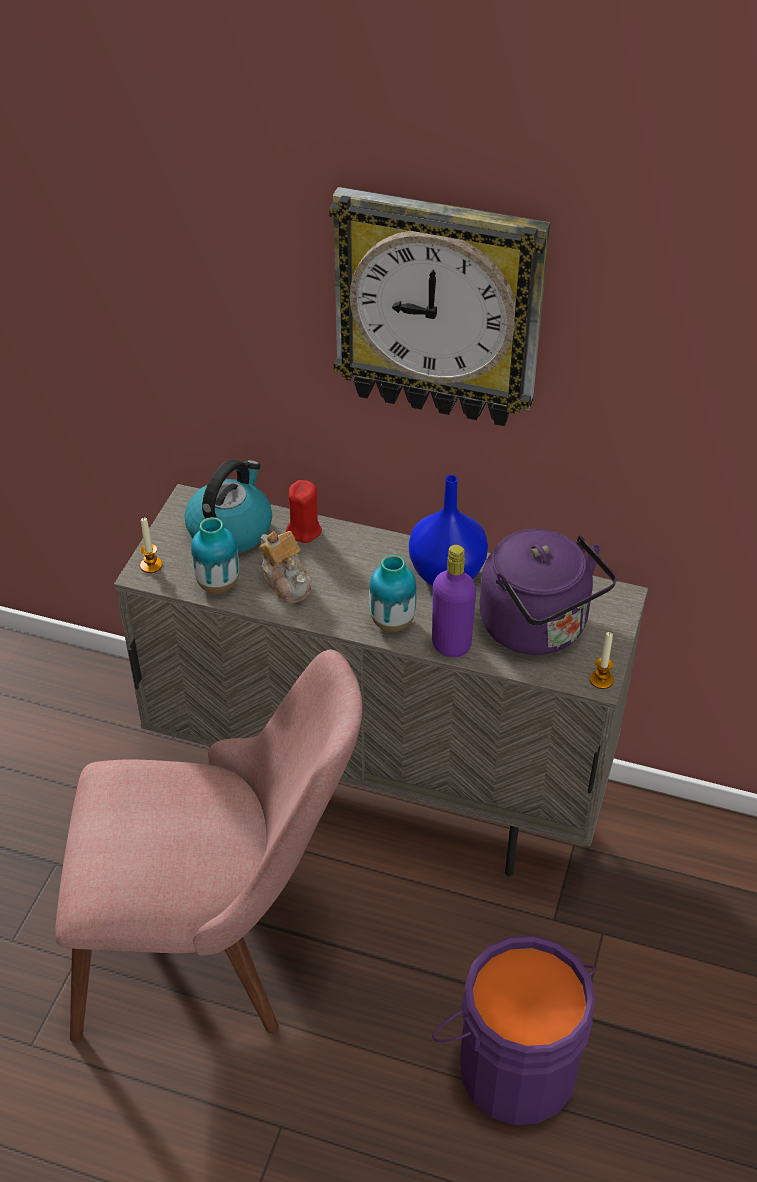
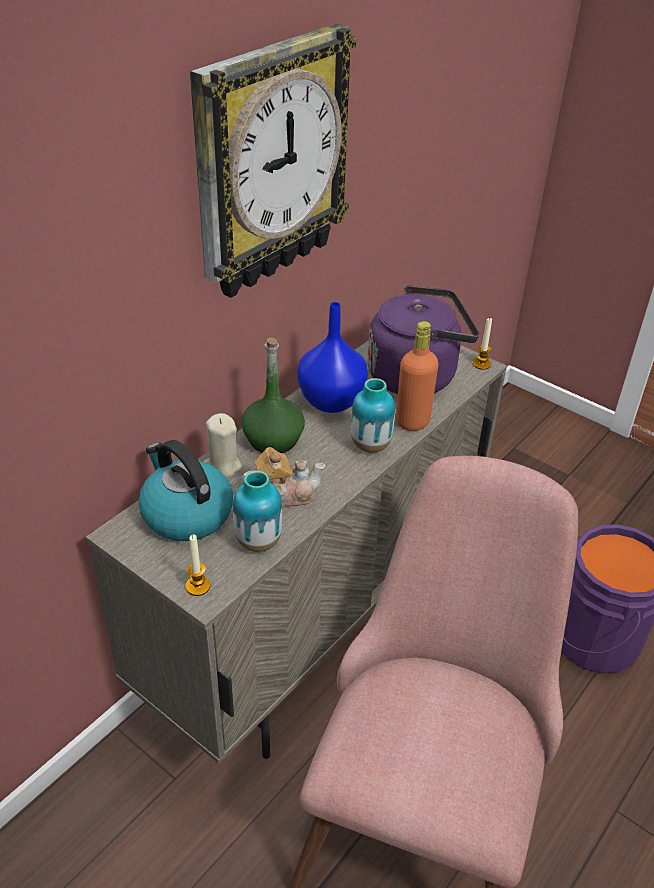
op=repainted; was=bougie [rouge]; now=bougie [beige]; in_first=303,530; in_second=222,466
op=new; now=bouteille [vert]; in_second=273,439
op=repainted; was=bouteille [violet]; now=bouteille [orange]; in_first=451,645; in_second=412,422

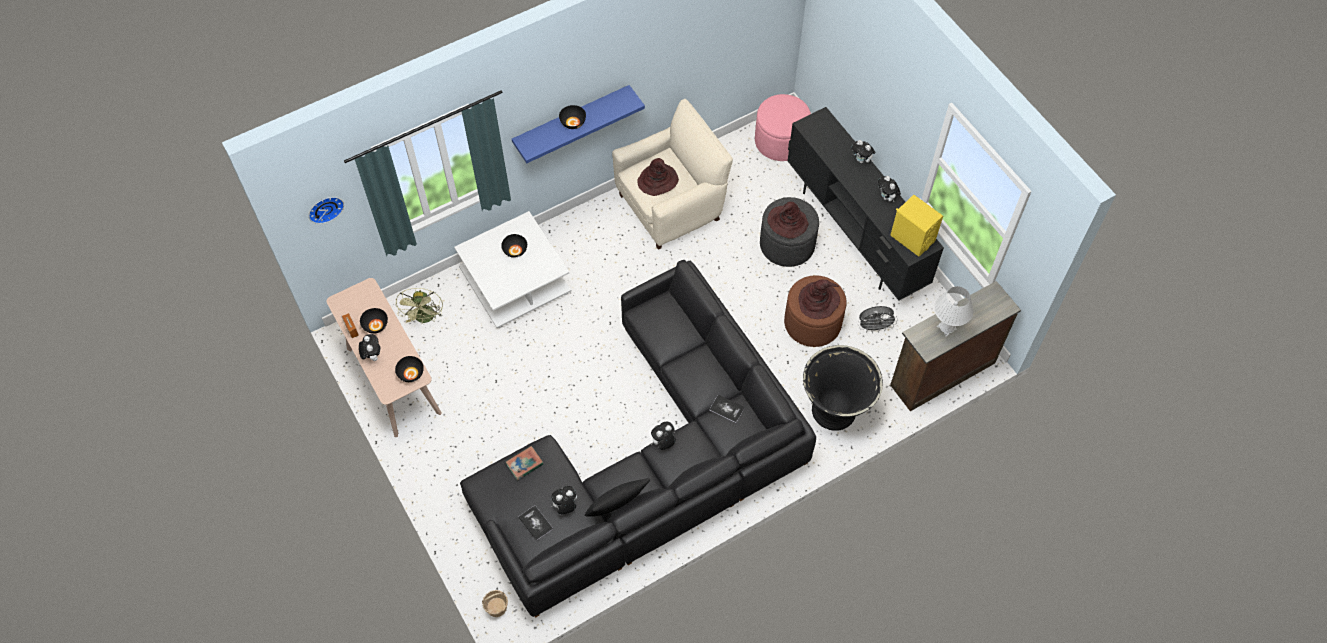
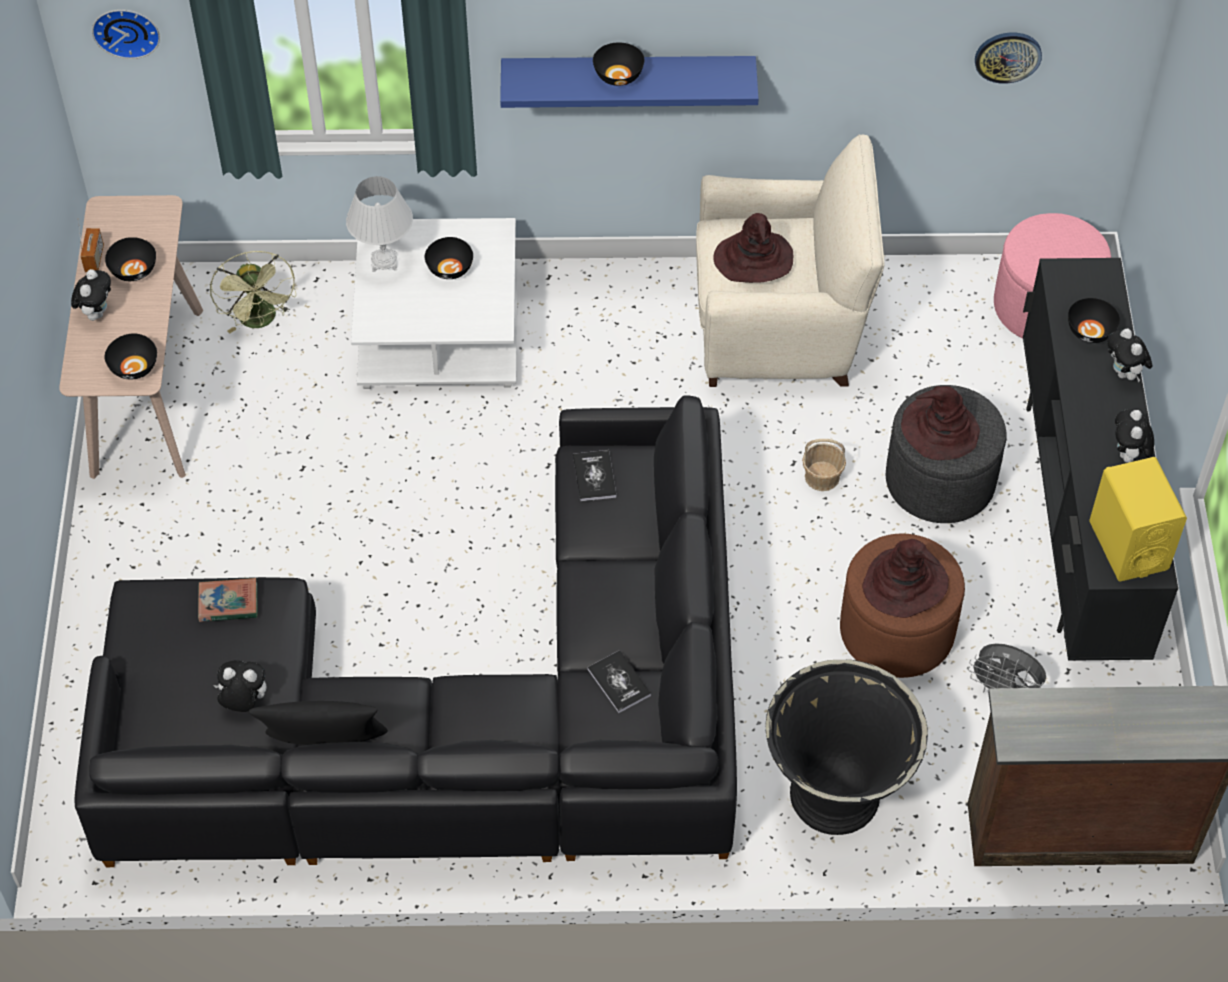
op=rotated; was=ventilateur [vert]; in_first=425,318; in_second=261,321; clockwise=-45
op=shifted; was=lampe de table [blanc]; in_first=946,327; in_second=384,261
op=shifted; was=livre; in_first=535,523; in_second=594,476
op=shifted; was=panier; in_first=497,607; in_second=822,477
op=new; now=horloge murale; in_second=1008,56
op=new; now=bol [noir]; in_second=1089,331
op=gone; was=peluche; in_first=663,443

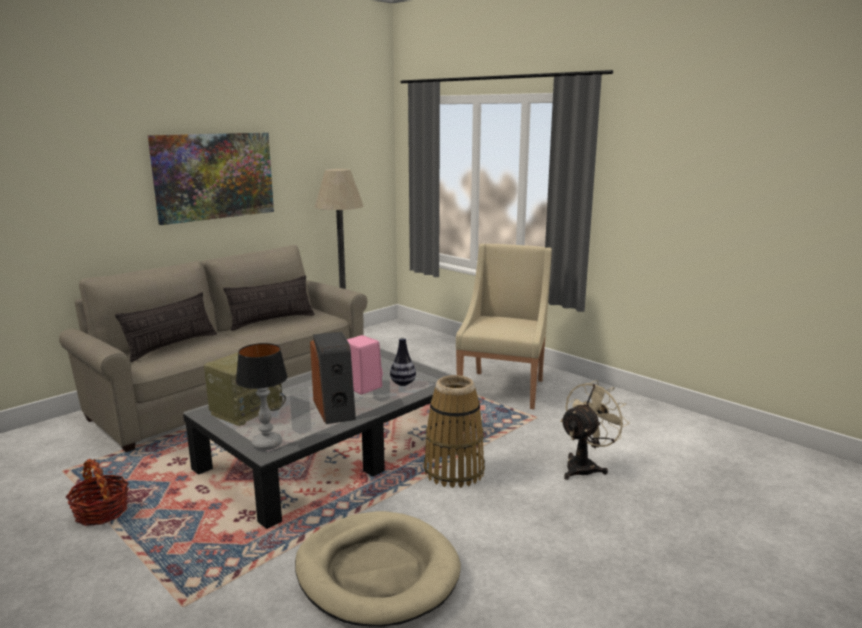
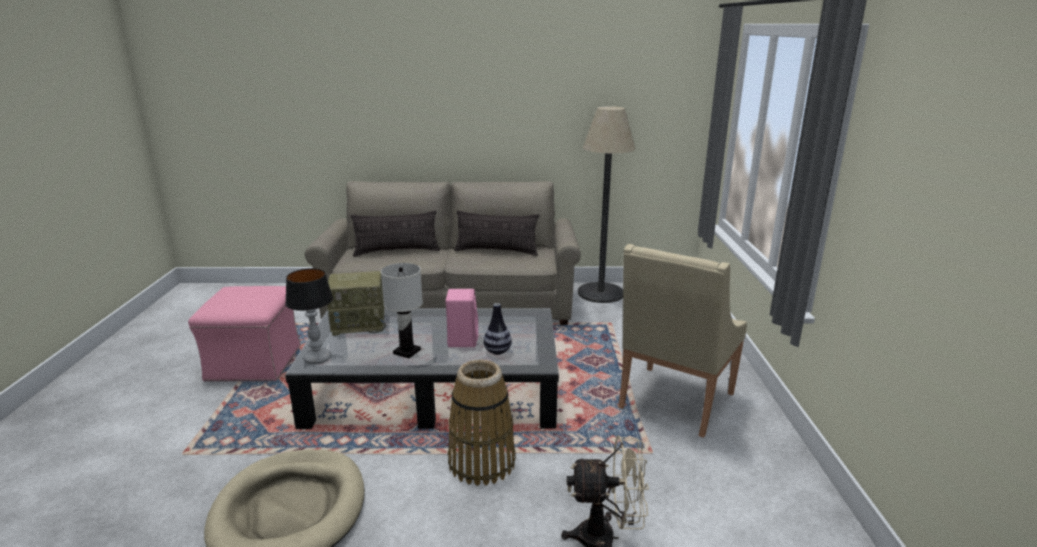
op=swapped; was=panier; now=pouf [rose]; in_first=101,512; in_second=255,362
op=swapped; was=enceinte; now=lampe de table [blanc]; in_first=335,409; in_second=407,351
op=rotated; was=fauteuil [beige]; in_first=503,388; in_second=673,402; clockwise=150
op=gone; was=tableau; in_first=214,176

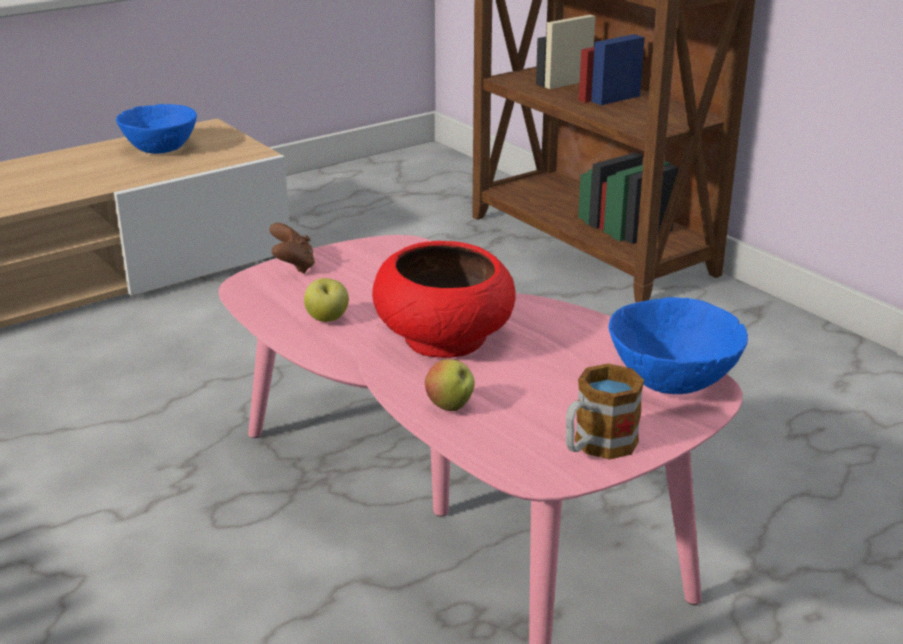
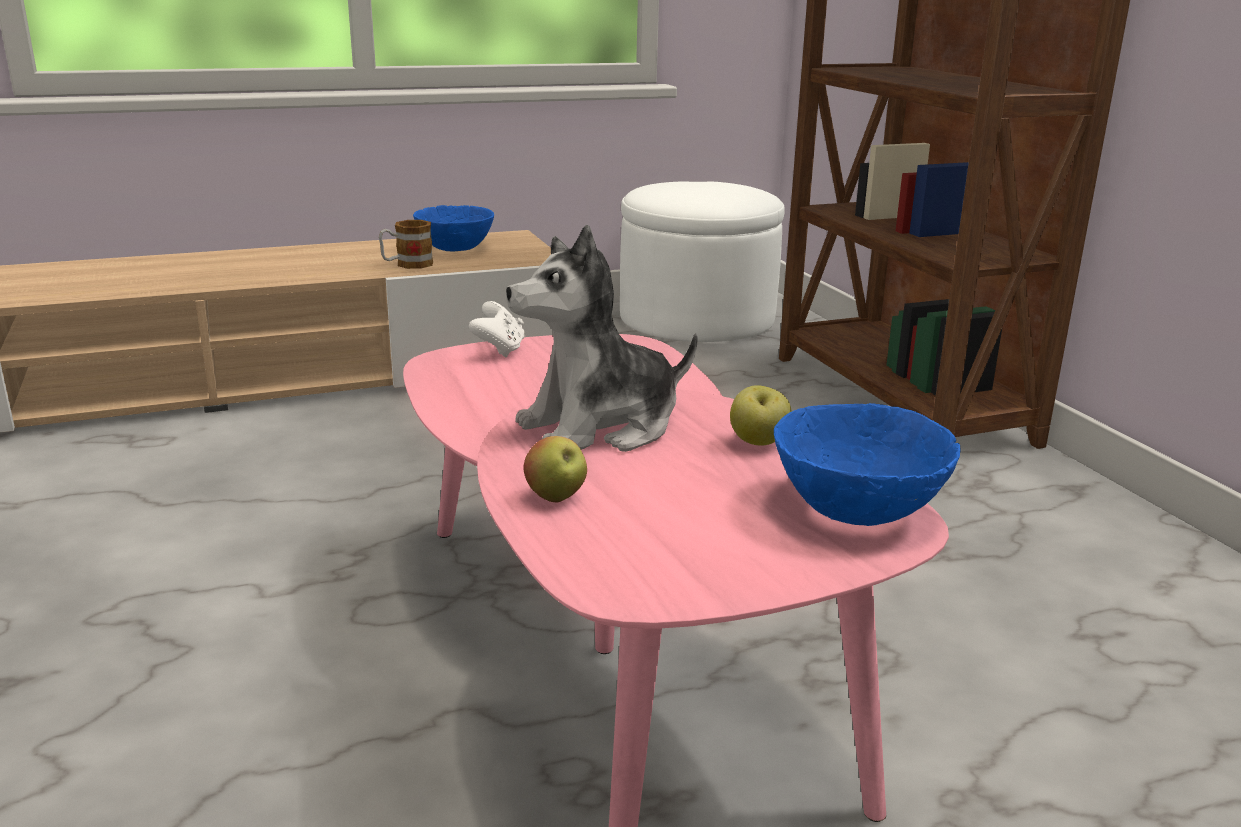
op=shifted; was=mug; in_first=597,446; in_second=407,264
op=repainted; was=manette [marron]; now=manette [blanc]; in_first=293,266; in_second=499,350
op=swapped; was=bol [rouge]; now=peluche; in_first=445,338; in_second=600,428
op=new; now=pouf [blanc]; in_second=697,318
op=shifted; was=pomme; in_first=327,320; in_second=758,443

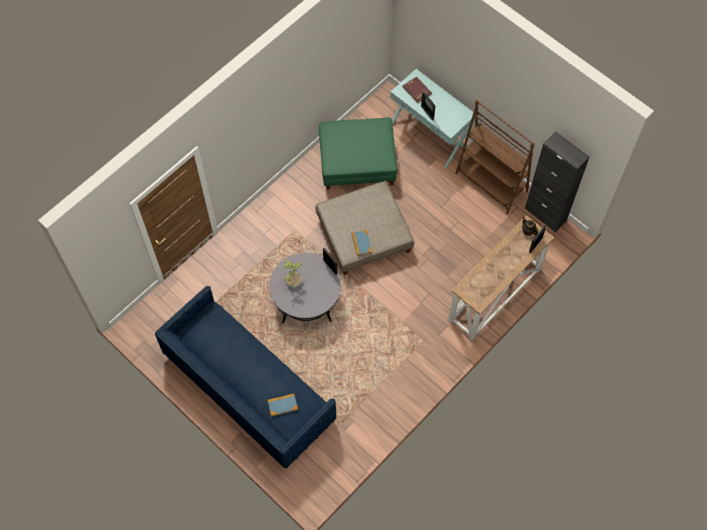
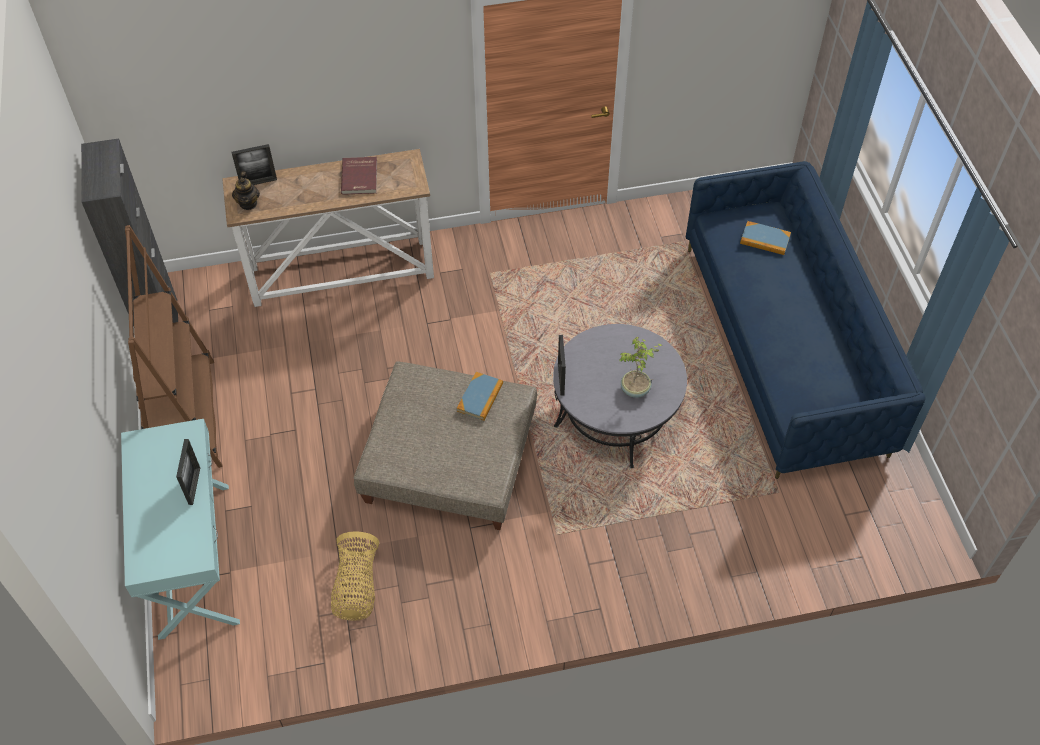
op=swapped; was=pouf [vert]; now=panier; in_first=357,162; in_second=356,587
op=shifted; was=livre [rouge]; in_first=416,90; in_second=360,177

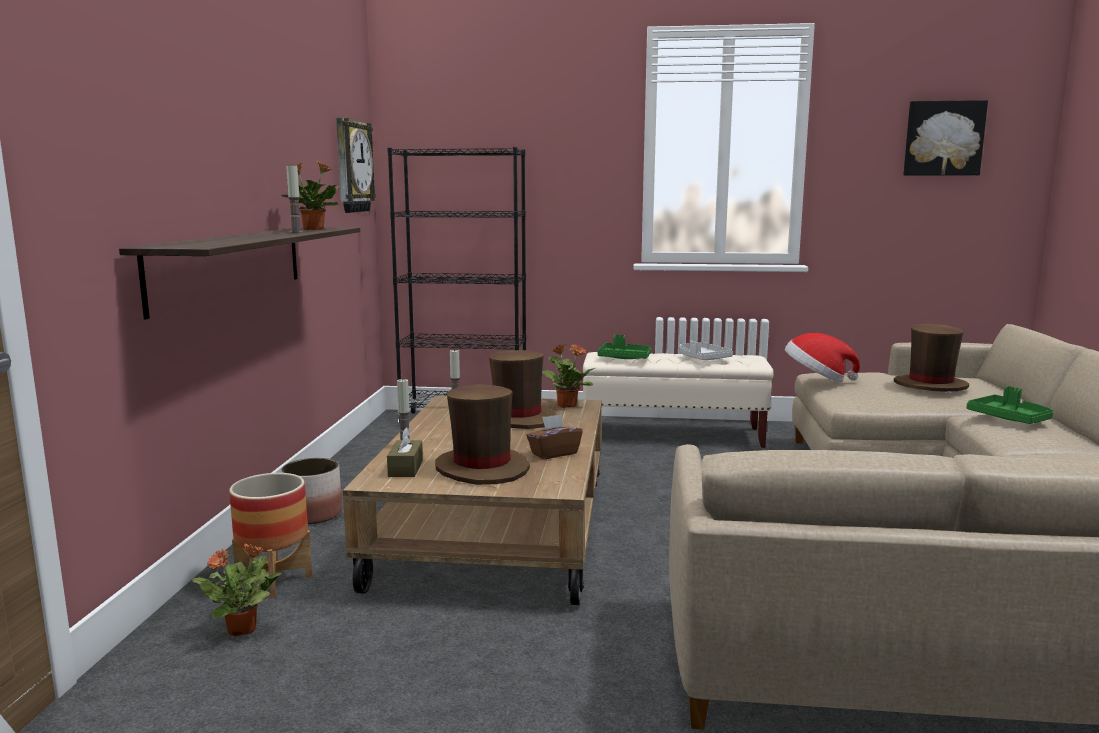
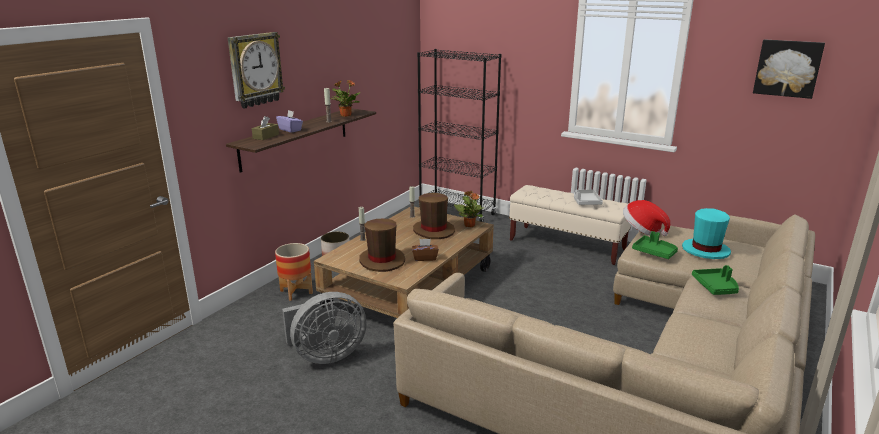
op=shifted; was=horloge murale; in_first=352,167; in_second=255,69
op=shifted; was=boîte à mouchoirs [marron]; in_first=405,468; in_second=266,136
op=new; now=boîte à mouchoirs [violet]; in_second=290,130
op=new; now=ventilateur [gris]; in_second=326,355
op=shifted; was=plateau [vert]; in_first=624,358; in_second=654,252
op=repainted; was=chapeau [marron]; now=chapeau [turquoise]; in_first=929,386; in_second=705,250
op=gone; was=plante en pot; in_first=243,629

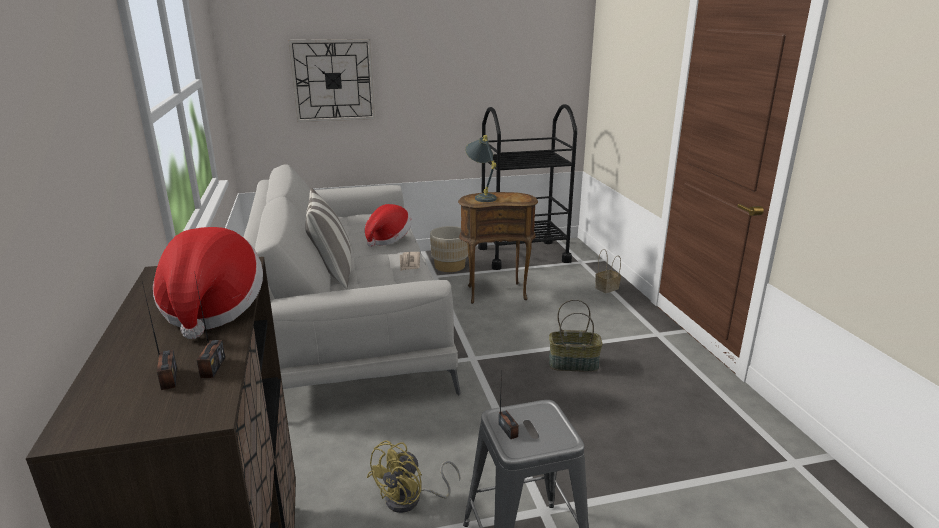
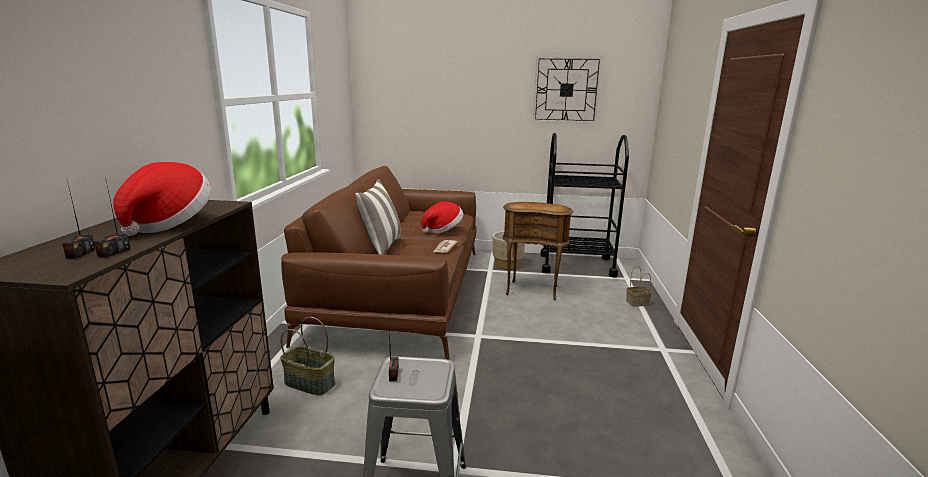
op=shifted; was=panier; in_first=573,363; in_second=310,383
op=repainted; was=canapé [blanc]; now=canapé [marron]; in_first=349,320; in_second=402,290
op=shifted; was=horloge murale; in_first=333,80; in_second=566,90
op=gone; was=ventilateur [jaune]; in_first=411,499
op=gone; was=lampe de table [gris]; in_first=482,196

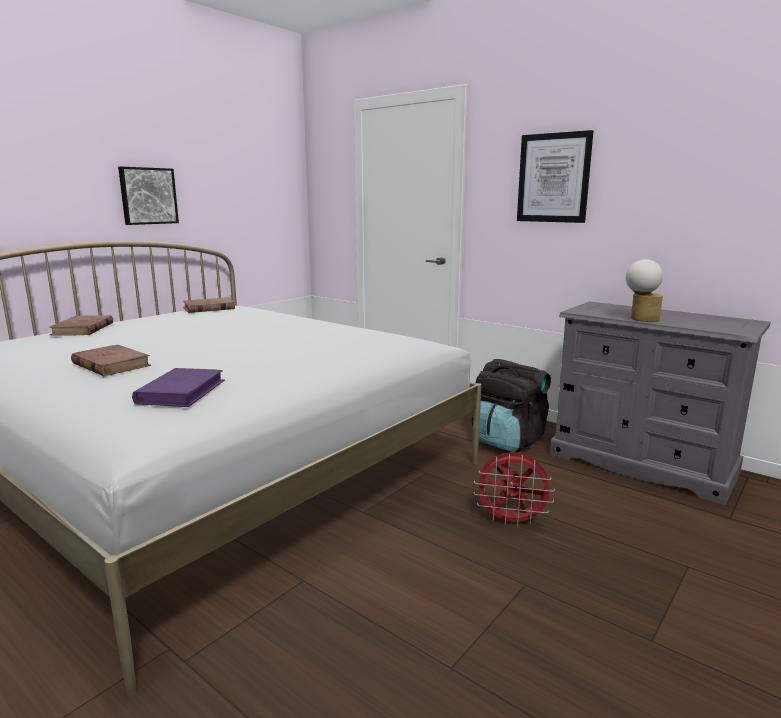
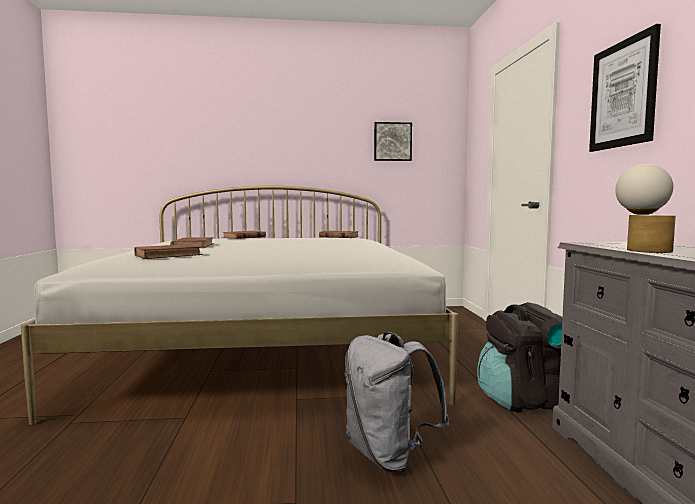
op=repainted; was=livre [violet]; now=livre [marron]; in_first=181,392; in_second=168,255
op=swapped; was=ventilateur [rouge]; now=sac à dos [gris]; in_first=511,521; in_second=389,456
op=shifted; was=tableau; in_first=148,196; in_second=392,142

